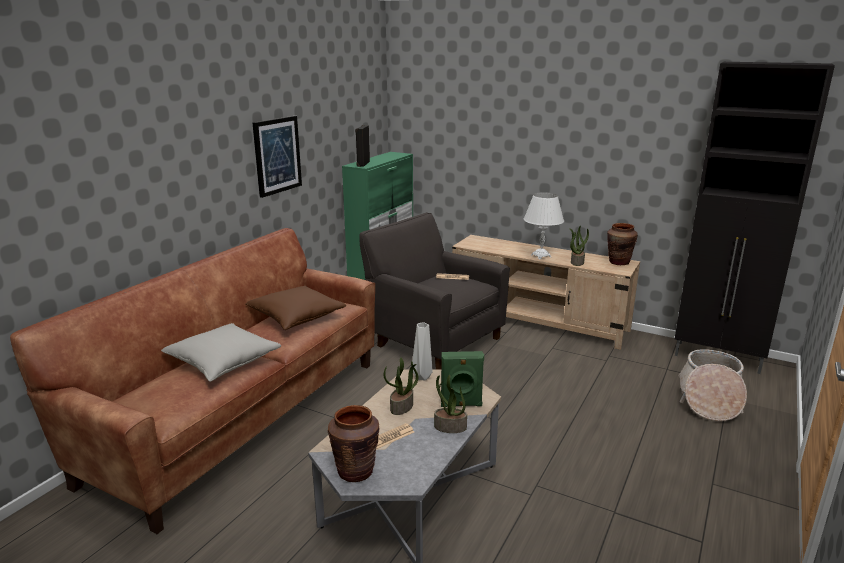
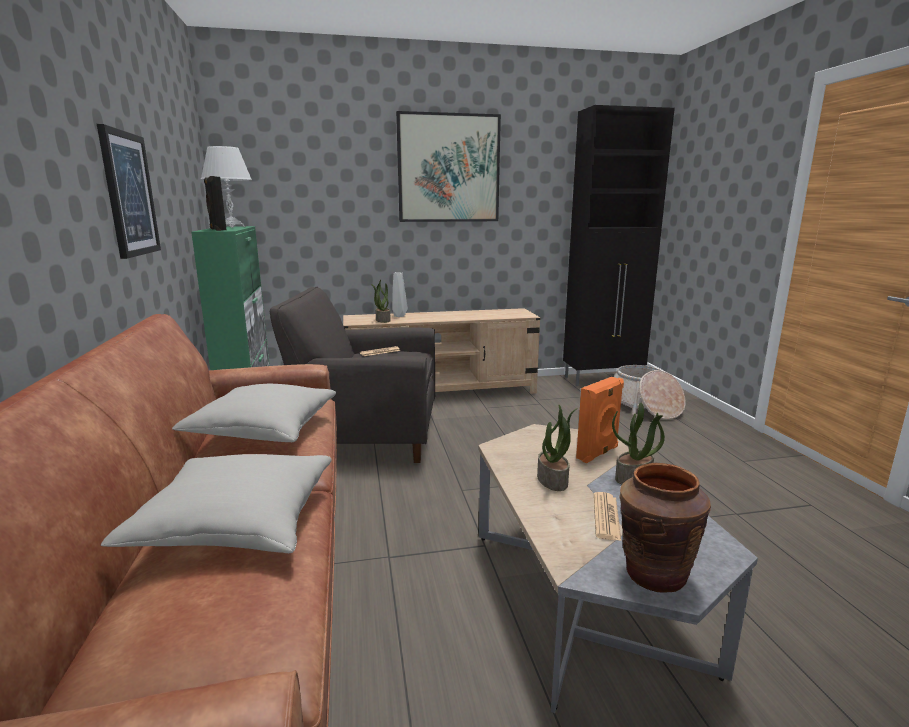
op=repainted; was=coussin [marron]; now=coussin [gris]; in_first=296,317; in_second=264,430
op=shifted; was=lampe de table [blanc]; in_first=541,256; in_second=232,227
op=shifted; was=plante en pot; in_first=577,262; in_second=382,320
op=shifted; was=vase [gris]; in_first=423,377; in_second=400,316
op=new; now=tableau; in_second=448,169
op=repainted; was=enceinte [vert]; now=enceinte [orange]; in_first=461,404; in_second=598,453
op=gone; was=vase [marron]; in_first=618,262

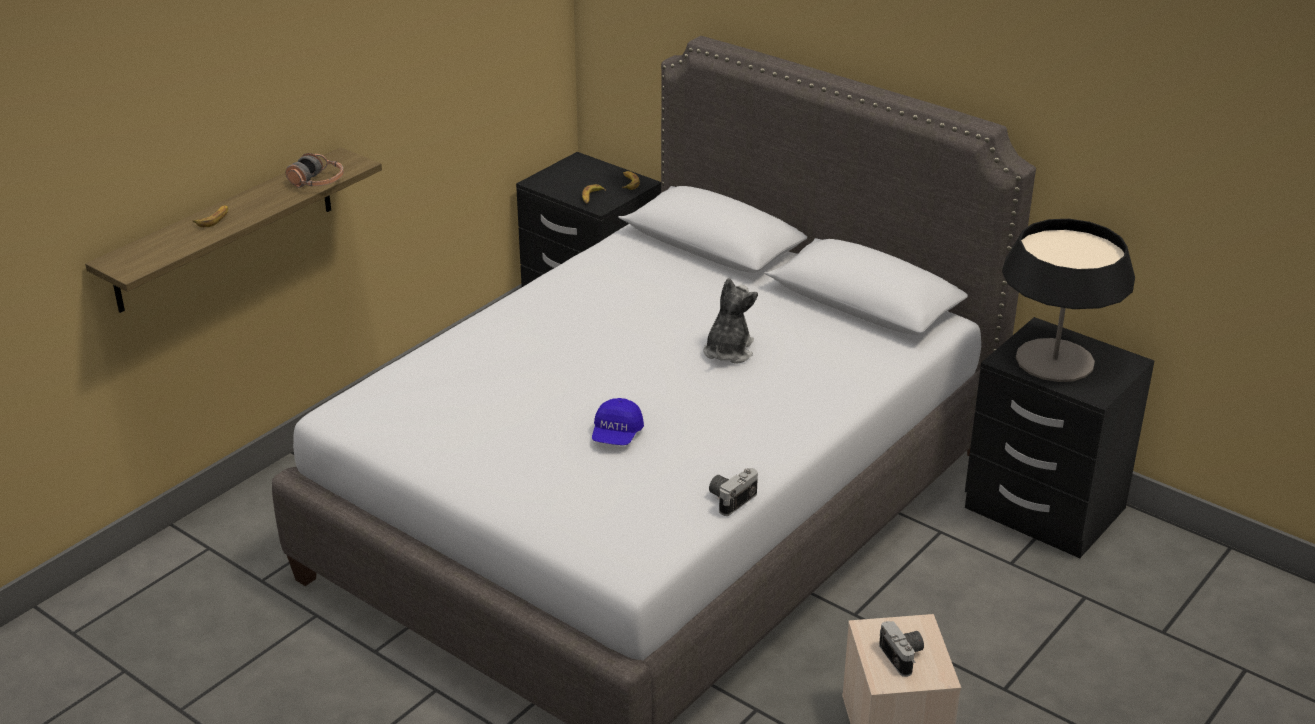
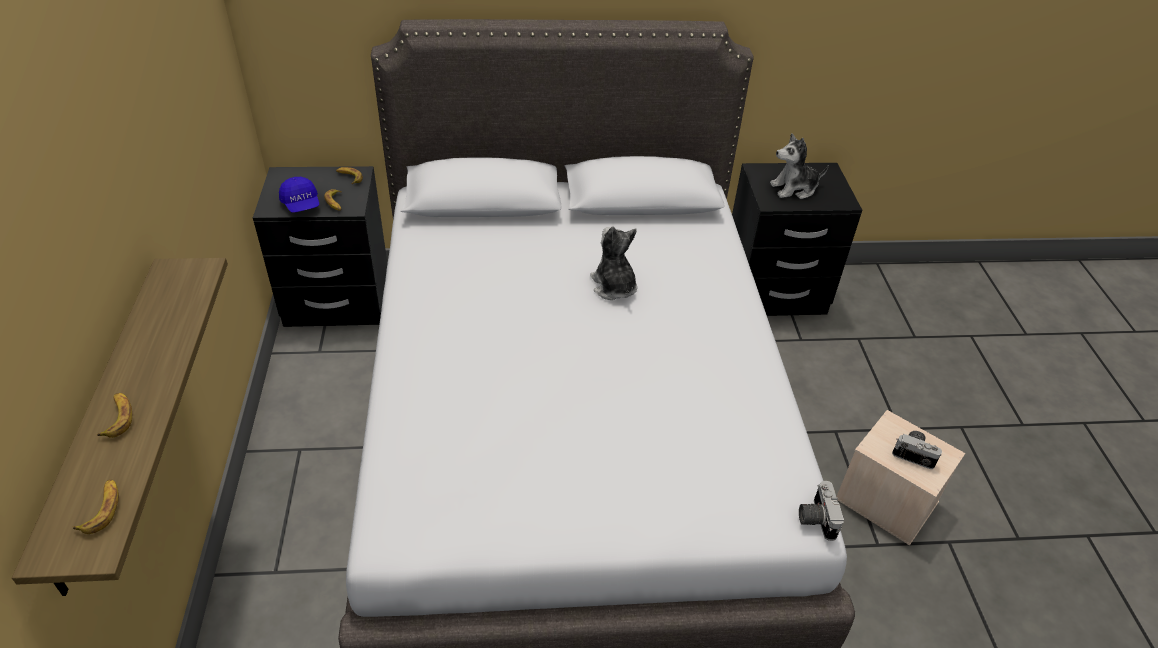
op=new; now=banane; in_second=102,509
op=shifted; was=casquette [bleu]; in_first=616,435; in_second=301,204
op=swapped; was=lampe de table; now=peluche; in_first=1055,360; in_second=794,189
op=shifted; was=appareil photo; in_first=730,498; in_second=815,518
op=gone; was=casque audio; in_first=317,182

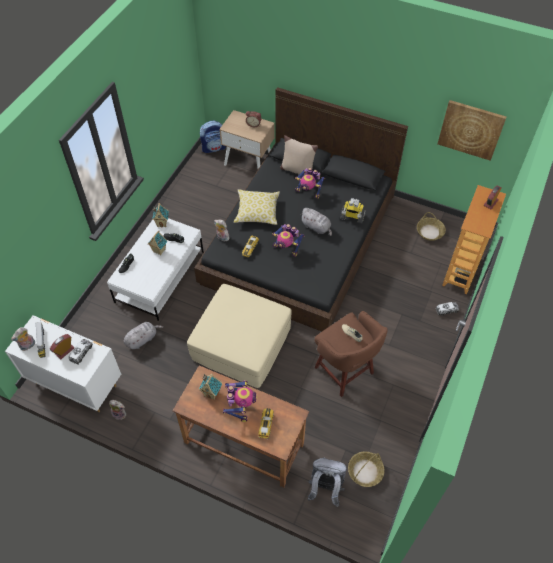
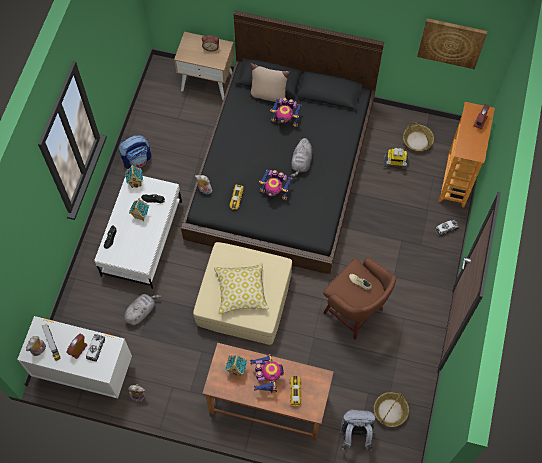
op=shifted; was=sac à dos; in_first=214,148; in_second=137,159
op=shifted; was=coussin; in_first=257,212; in_second=241,291
op=rotated; was=peluche [gris]; in_first=316,227; in_second=301,162; clockwise=75
op=shifted; was=robot jouet; in_first=352,217; in_second=395,163

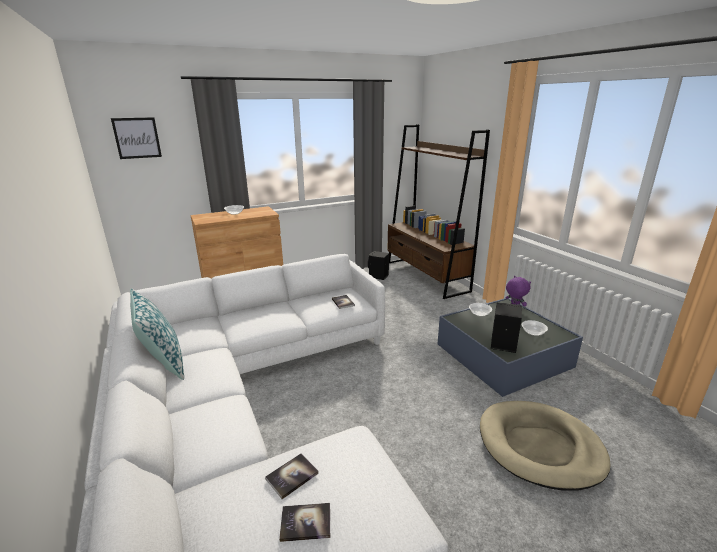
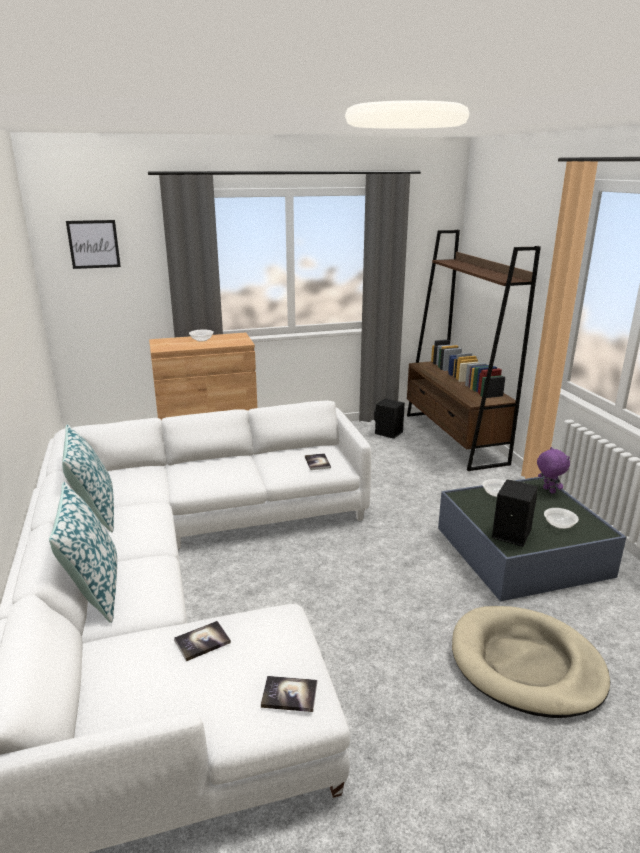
op=new; now=coussin; in_second=94,590
op=shifted; was=livre; in_first=305,523; in_second=289,695

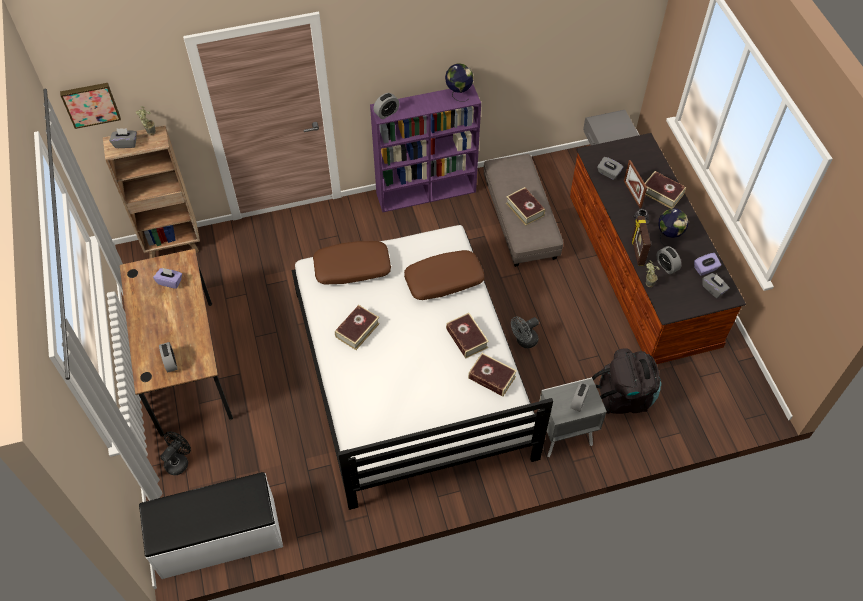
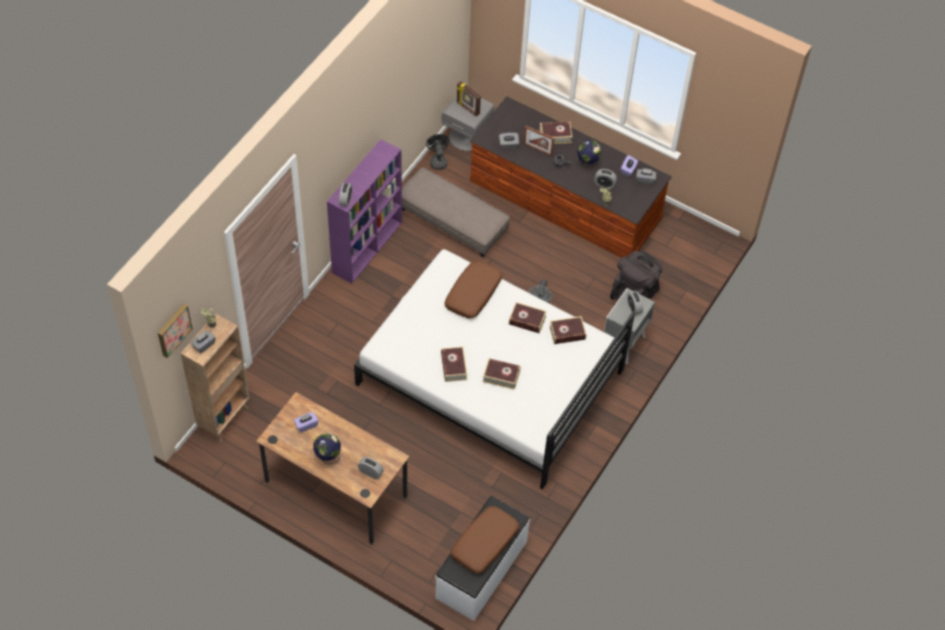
op=shifted; was=globe; in_first=458,94; in_second=327,457
op=shifted; was=ventilateur [noir]; in_first=179,461; in_second=438,161
op=shifted; was=coussin [marron]; in_first=352,268; in_second=485,543
op=shifted; was=cadre photo; in_first=637,251; in_second=467,108
op=shifted; was=livre; in_first=525,209; in_second=501,376

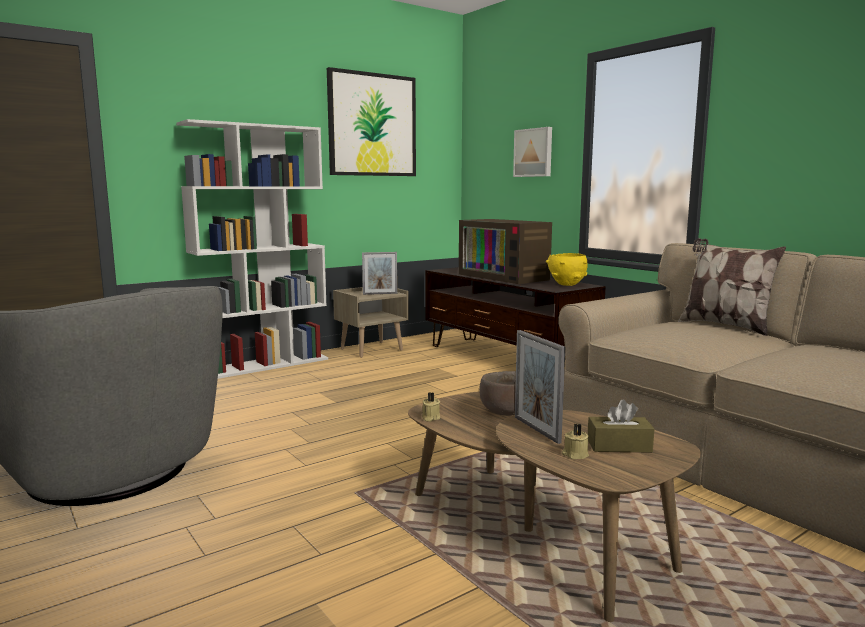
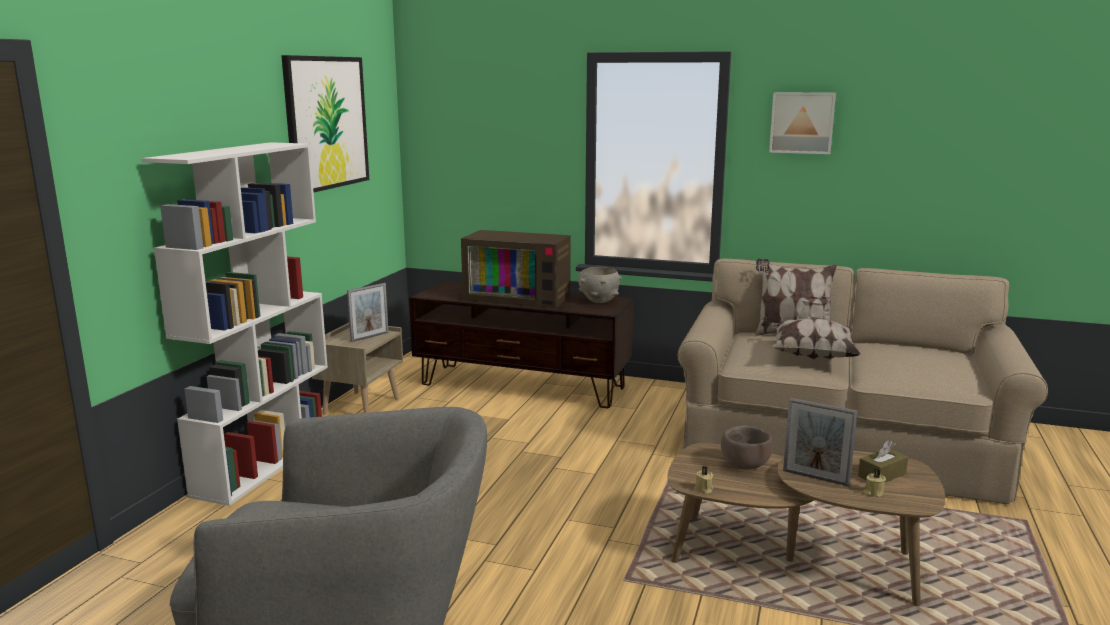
op=repainted; was=bol [jaune]; now=bol [gris]; in_first=566,284; in_second=598,301
op=shifted; was=tableau; in_first=534,152; in_second=802,123
op=new; now=coussin; in_second=810,356

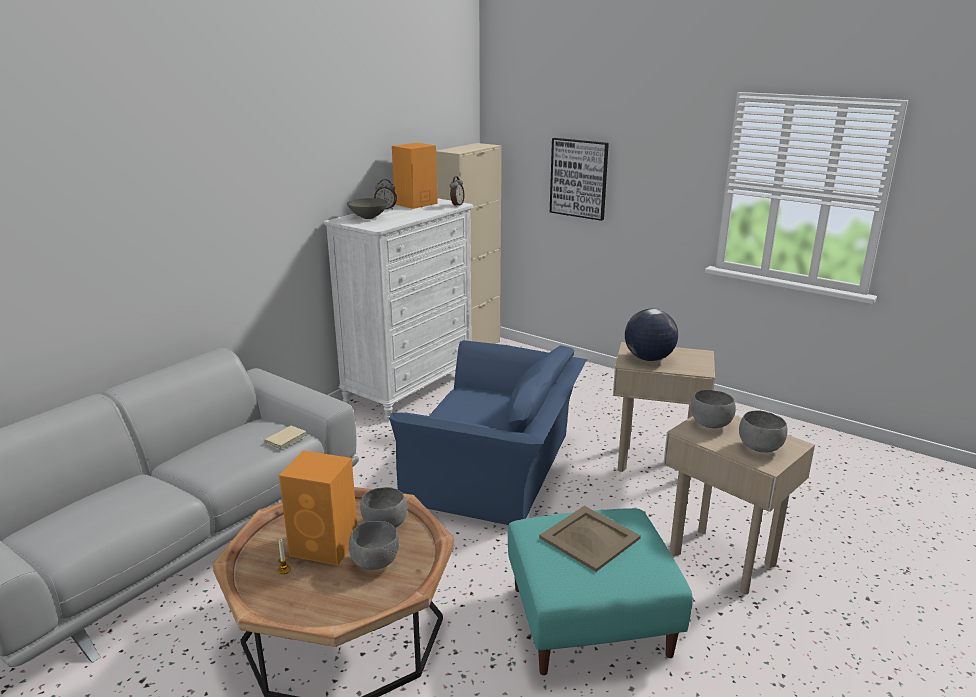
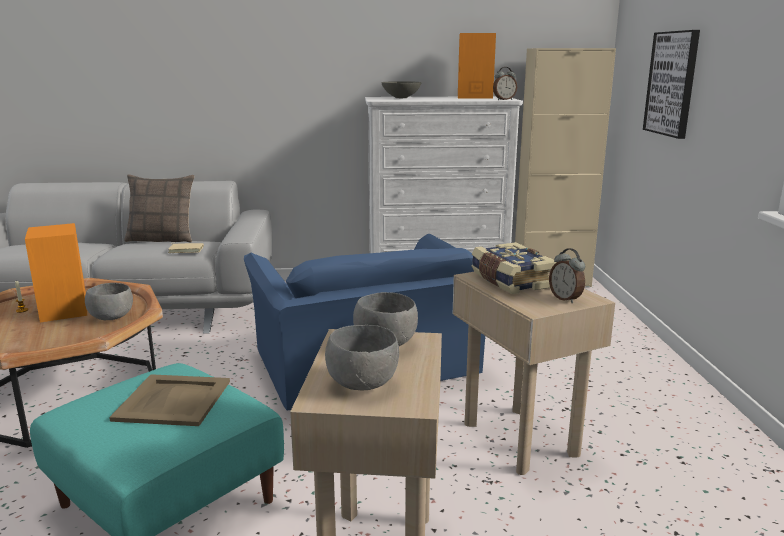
op=new; now=coussin; in_second=162,239
op=swapped; was=globe; now=livre; in_first=648,358; in_second=510,281
op=shifted; was=réveil; in_first=386,208; in_second=566,299
op=gone; was=bol [gris]; in_first=376,562

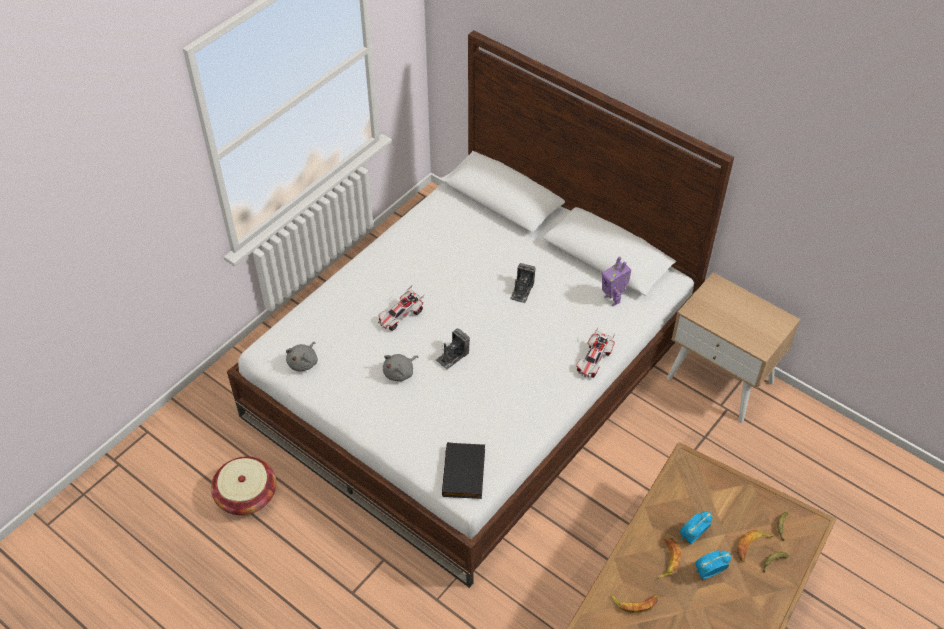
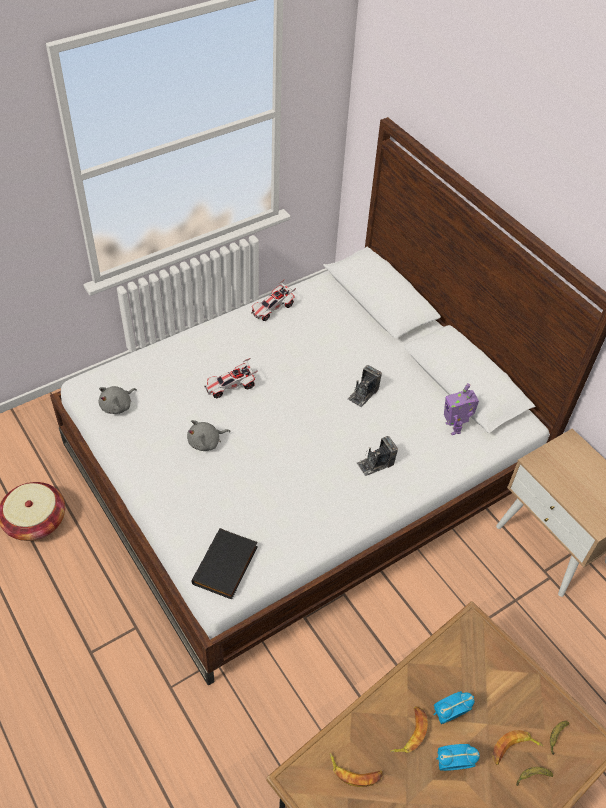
op=shifted; was=petite voiture; in_first=594,361; in_second=272,309
op=shifted; was=appareil photo; in_first=452,356; in_second=375,464

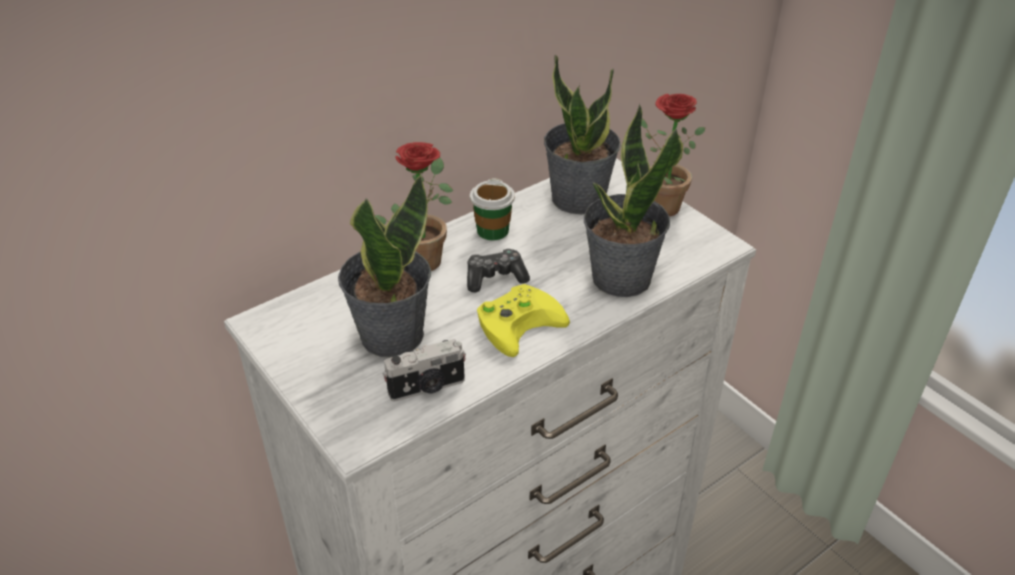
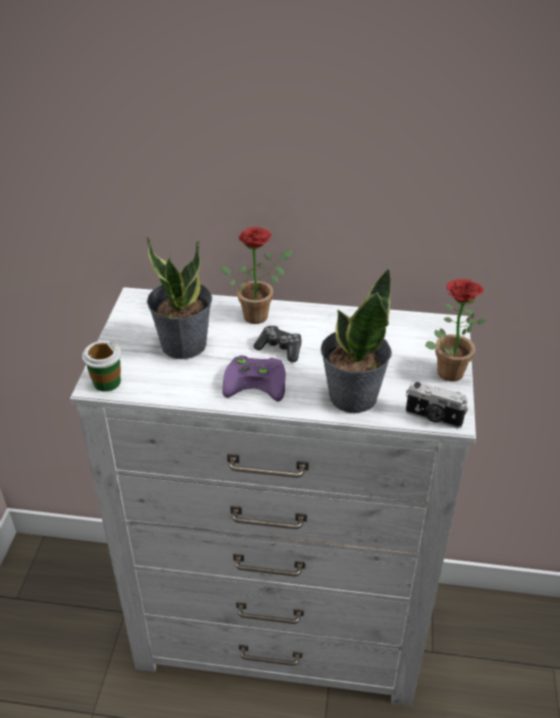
op=shifted; was=tasse; in_first=492,231; in_second=106,382
op=repainted; was=manette [jaune]; now=manette [violet]; in_first=519,321; in_second=257,381
op=shifted; was=appareil photo; in_first=427,388; in_second=433,418
op=gone; was=plante en pot; in_first=578,198

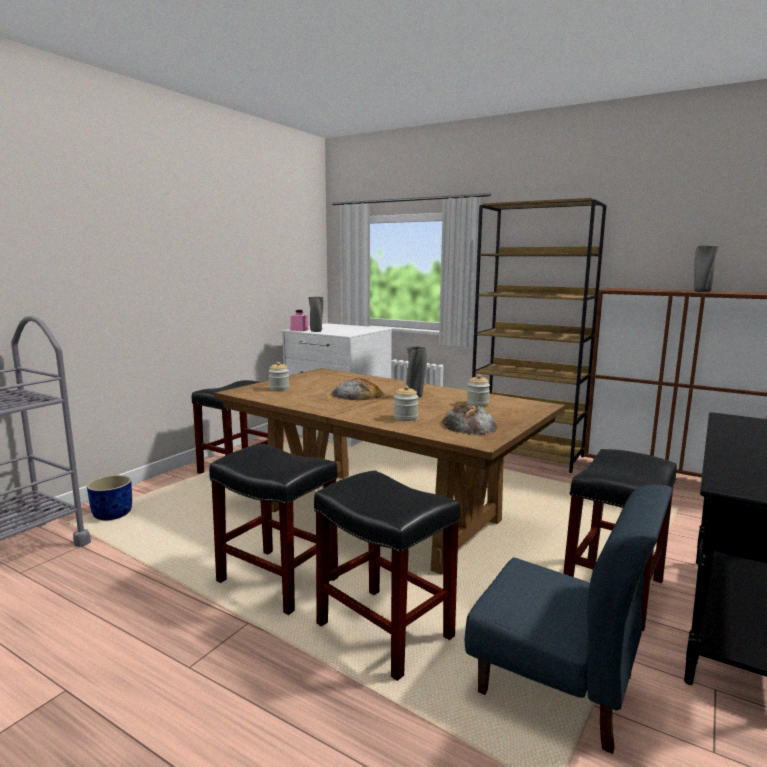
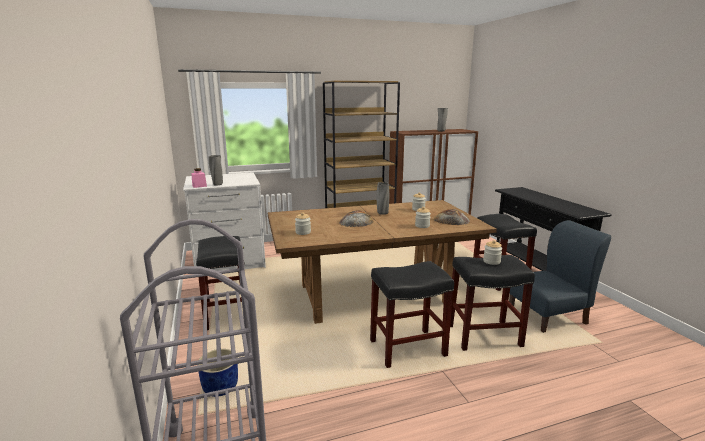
op=new; now=bocal; in_second=491,261

